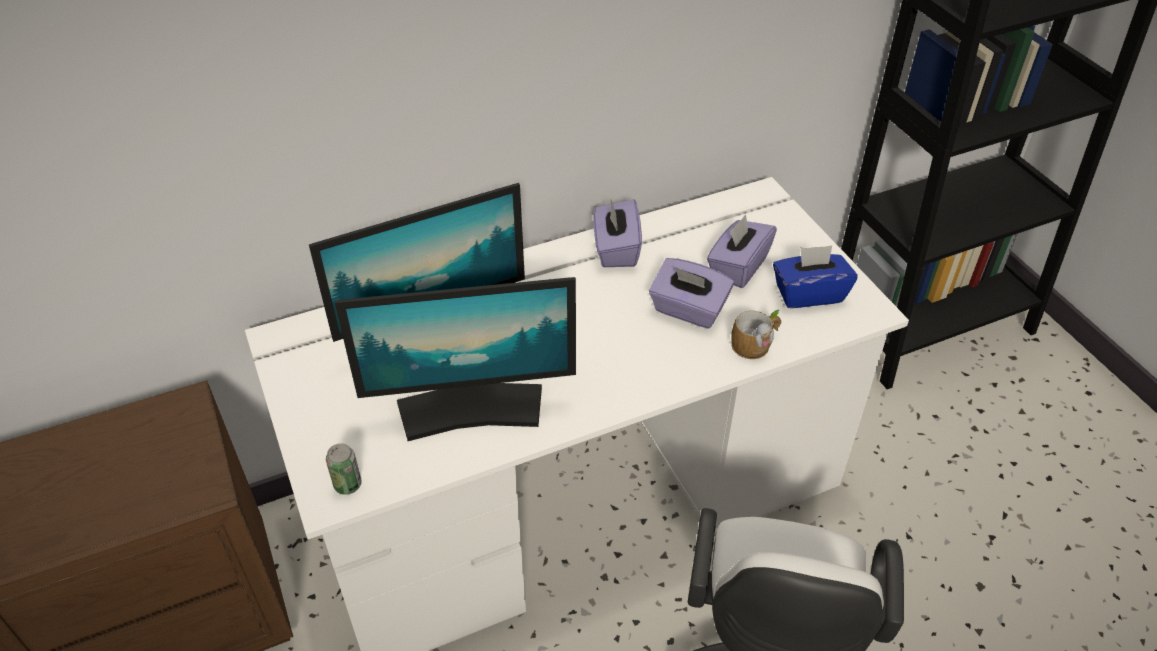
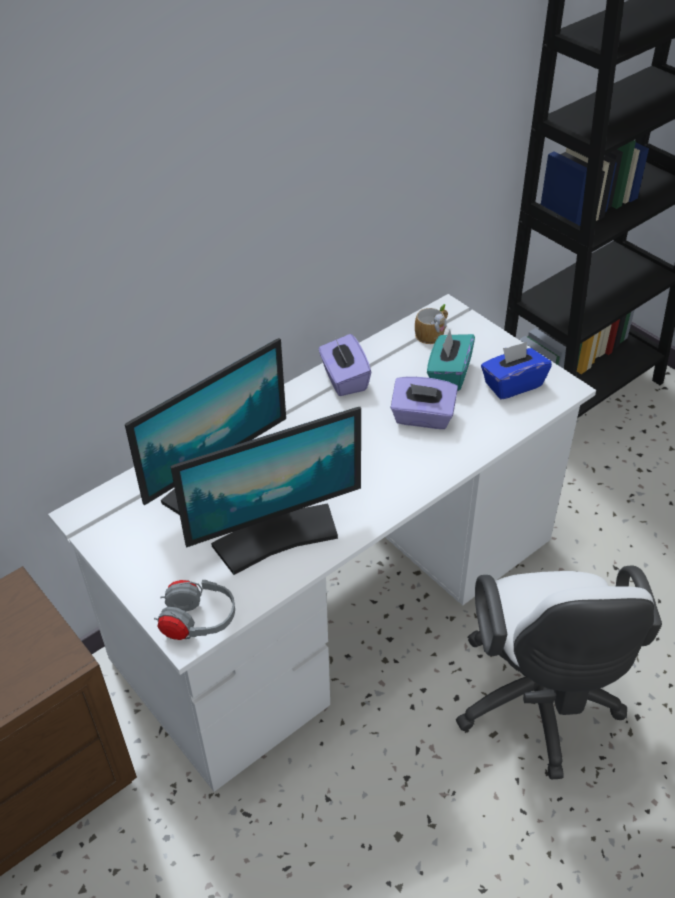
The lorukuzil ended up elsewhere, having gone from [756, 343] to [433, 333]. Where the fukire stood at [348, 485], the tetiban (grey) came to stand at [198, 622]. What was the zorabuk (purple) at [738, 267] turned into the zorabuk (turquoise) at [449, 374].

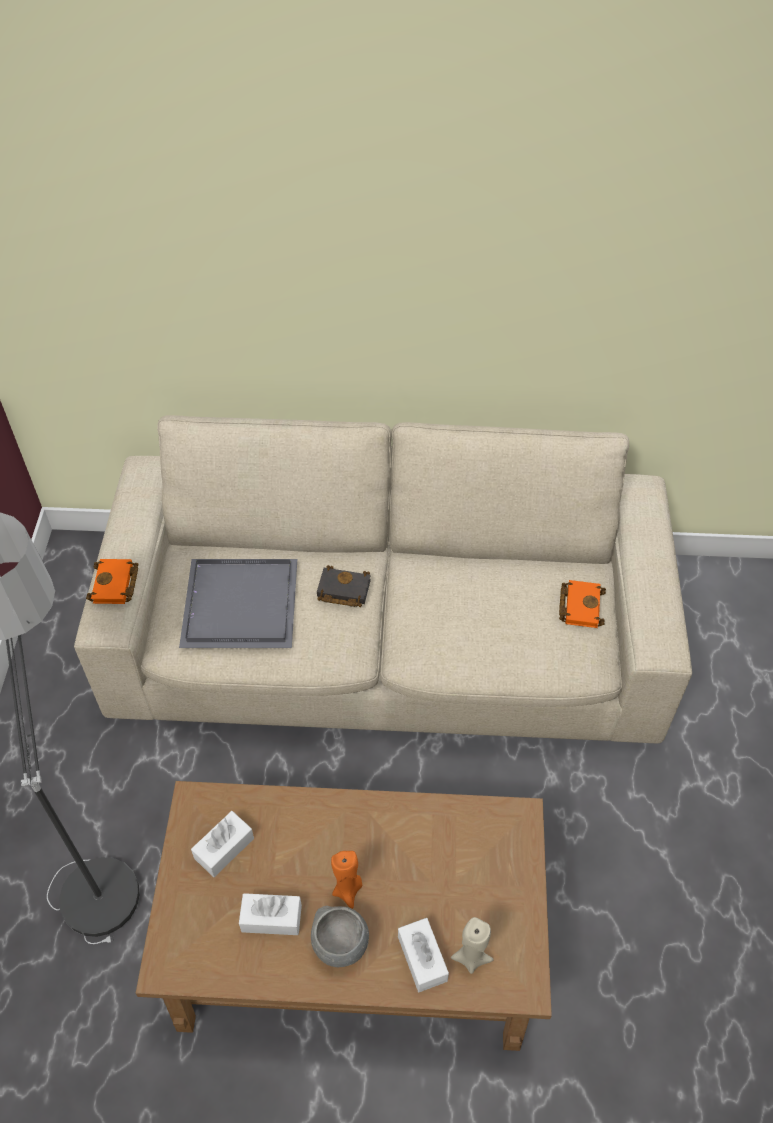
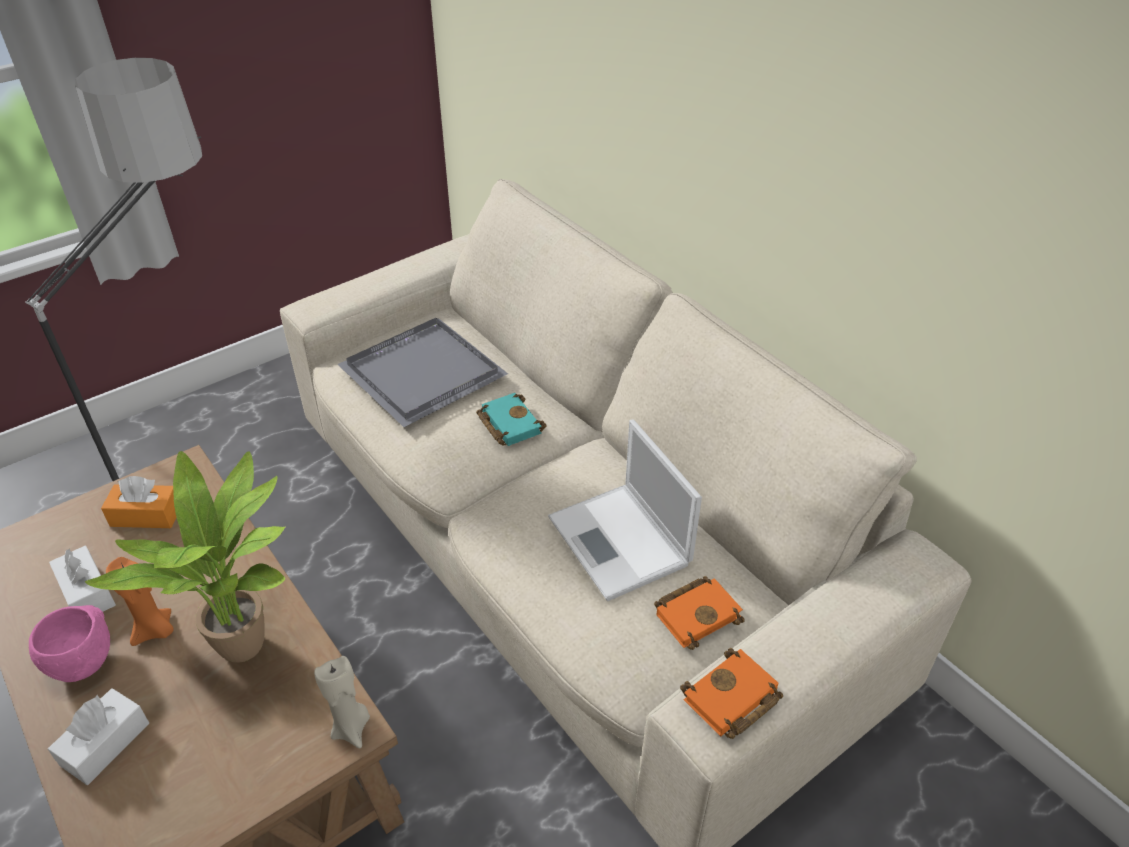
The second view gained the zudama at [250, 648]. The second view gained the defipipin at [621, 542]. The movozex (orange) ended up elsewhere, having gone from [115, 585] to [731, 700]. The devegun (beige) ended up elsewhere, having gone from [471, 957] to [351, 728]. What was the zorabuk (white) at [224, 848] turned into the zorabuk (orange) at [146, 515]. What was the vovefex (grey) at [340, 945] turned into the vovefex (pink) at [84, 663]. What was the movozex (black) at [342, 590] turned into the movozex (turquoise) at [508, 423].

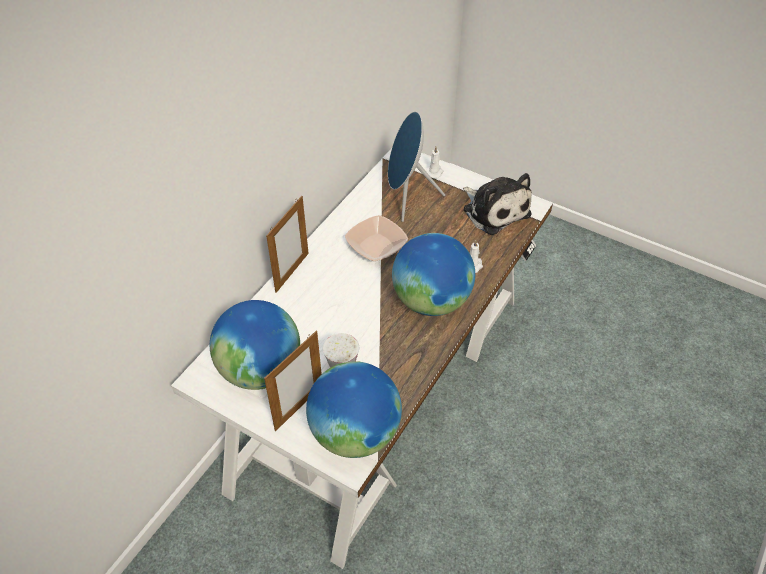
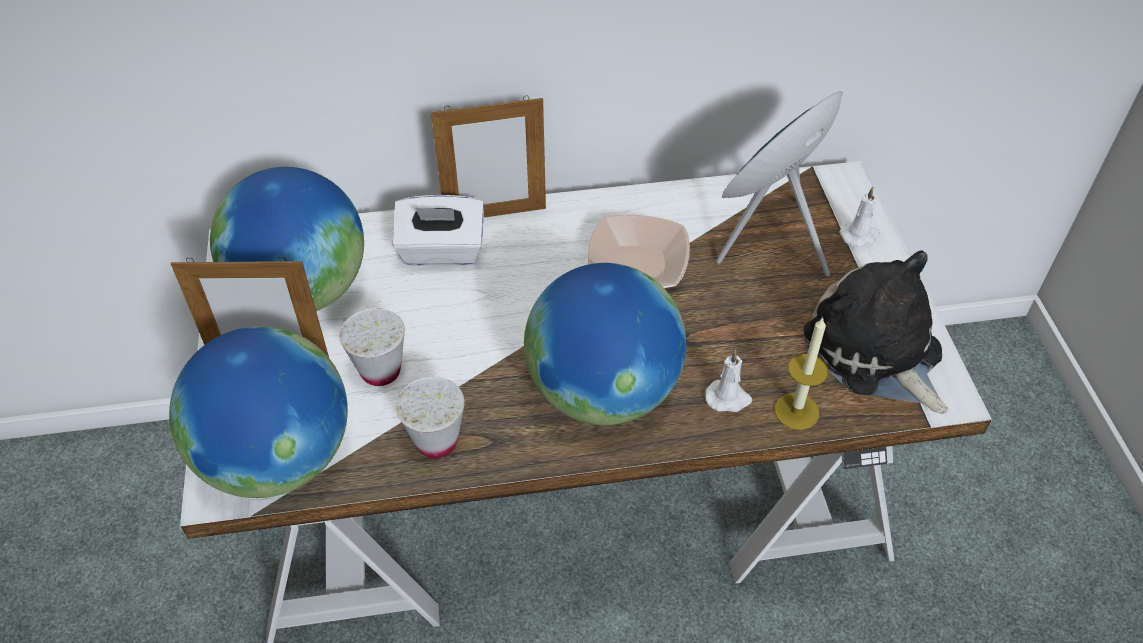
The second view gained the zorabuk (white) at [442, 251]. The second view gained the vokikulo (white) at [436, 441]. The second view gained the devegun at [796, 411]. The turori at [494, 210] ended up facing another way, 135 degrees clockwise from before.

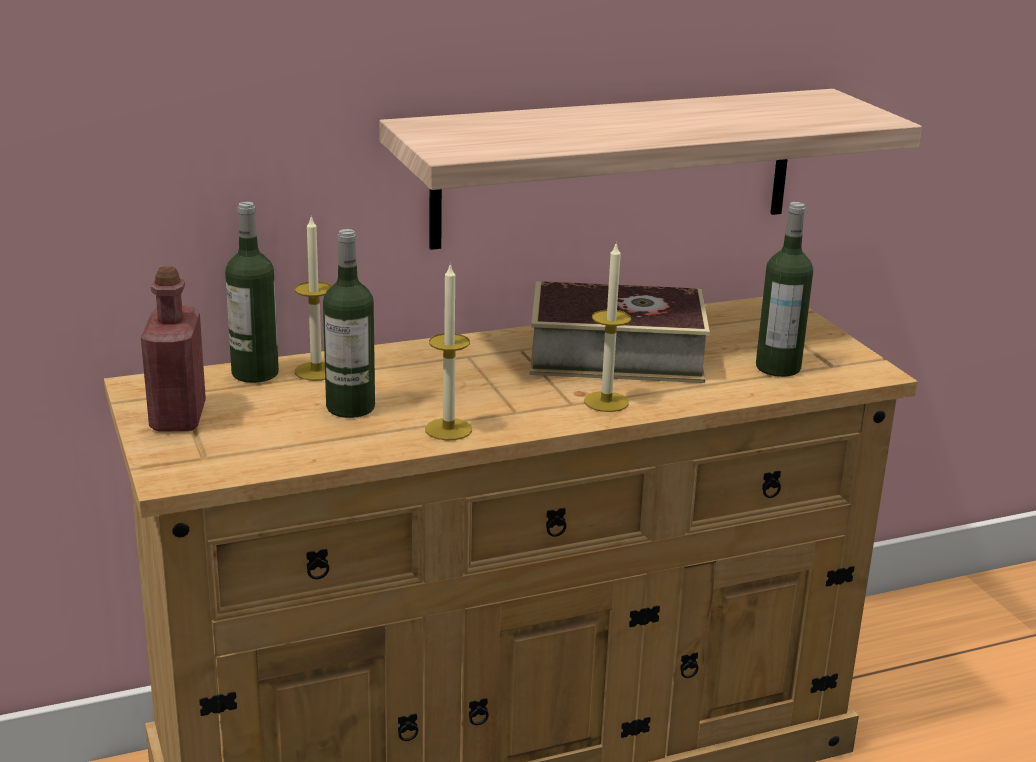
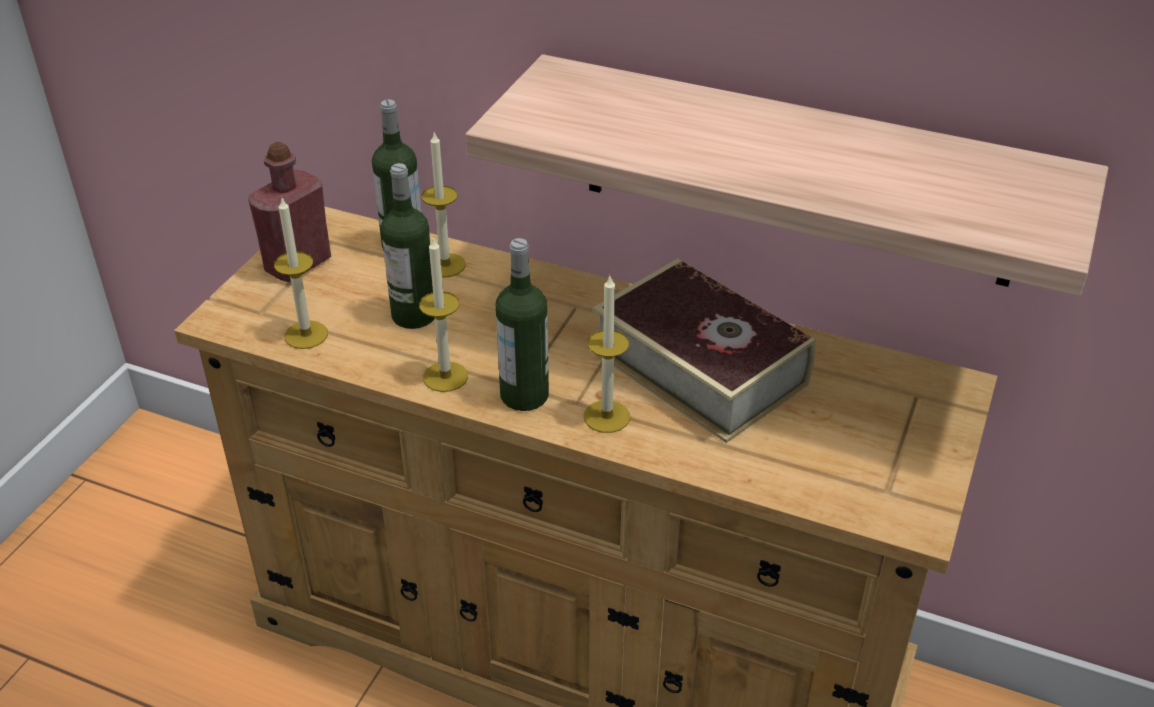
The second view gained the devegun at [306, 335]. The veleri ended up elsewhere, having gone from [778, 367] to [524, 395].

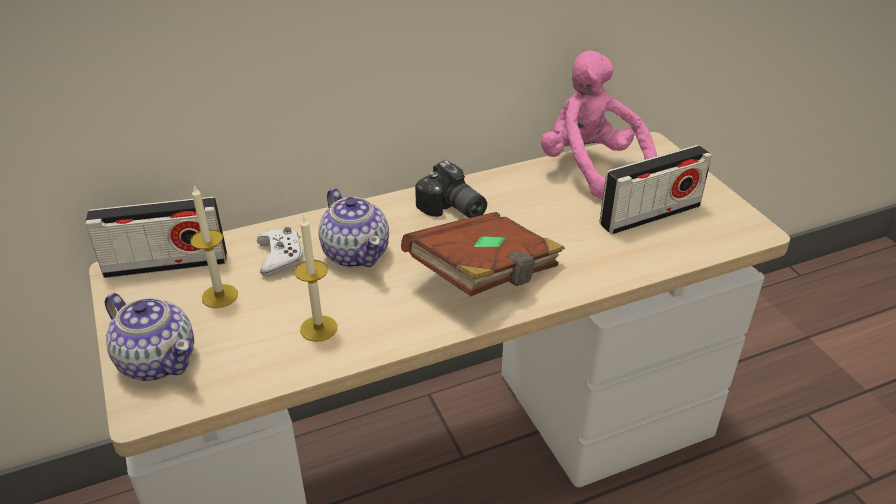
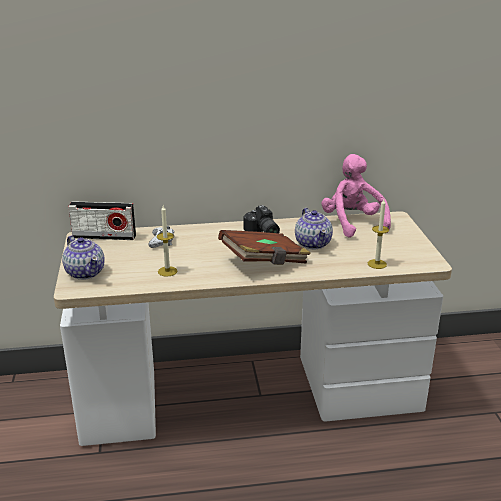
The second view lost the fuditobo at [650, 215]. The devegun ended up elsewhere, having gone from [219, 296] to [377, 264]. The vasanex ended up elsewhere, having gone from [356, 253] to [313, 243].

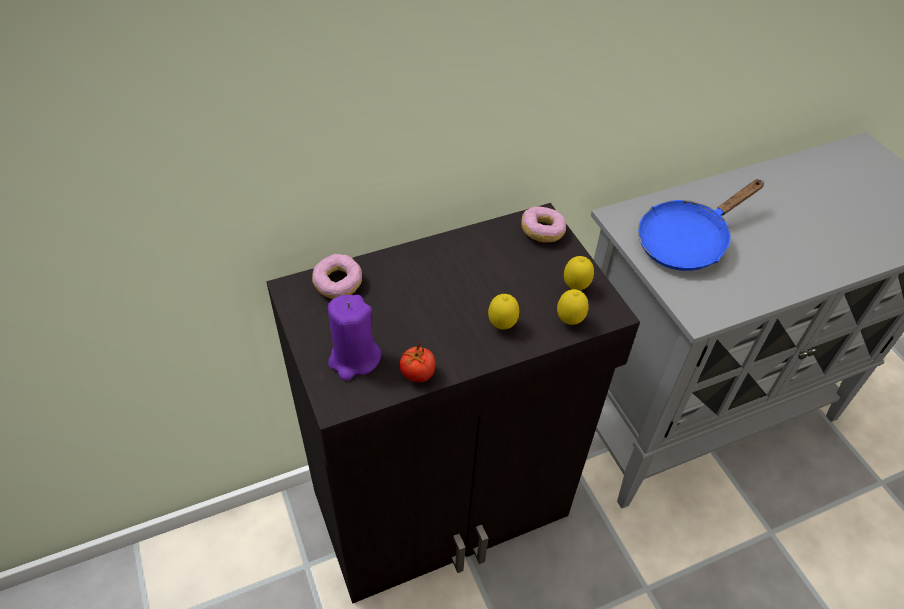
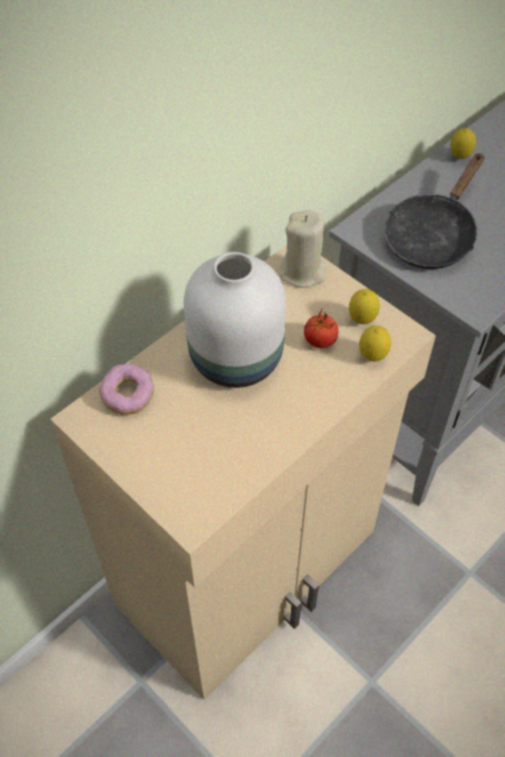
The second view lost the devegun (purple) at [354, 359]. The second view gained the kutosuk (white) at [238, 360]. The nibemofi ended up elsewhere, having gone from [417, 374] to [319, 341]. The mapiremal ended up elsewhere, having gone from [502, 326] to [459, 158]. Where the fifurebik stood at [542, 232], the devegun (beige) came to stand at [303, 272]. What was the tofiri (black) at [444, 506] turned into the tofiri (beige) at [251, 569]. What was the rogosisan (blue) at [687, 241] turned into the rogosisan (black) at [432, 235].

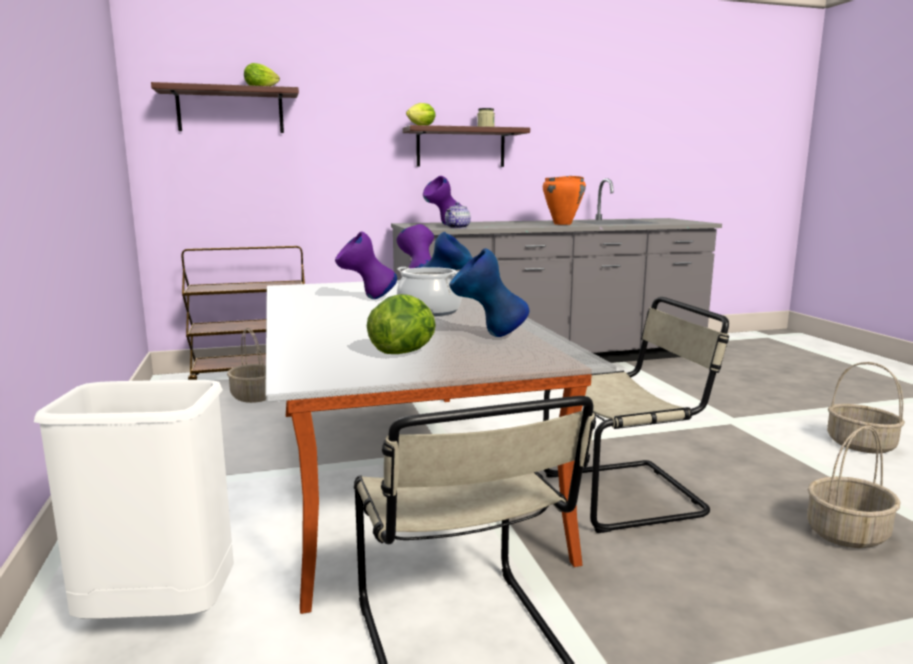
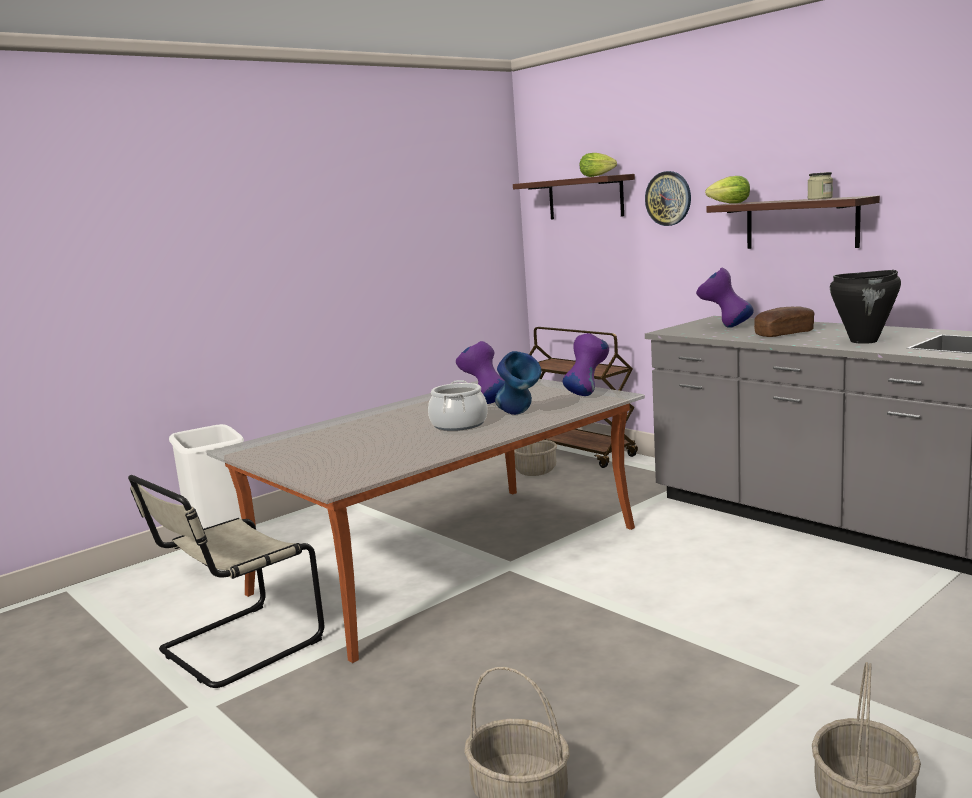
The second view lost the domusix at [404, 352]. The second view lost the vasanex at [458, 227]. The second view lost the kutosuk (blue) at [488, 336]. The second view lost the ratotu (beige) at [628, 494]. The second view gained the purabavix at [668, 198]. The second view gained the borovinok at [784, 333]. What was the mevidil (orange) at [563, 224] turned into the mevidil (black) at [864, 341].

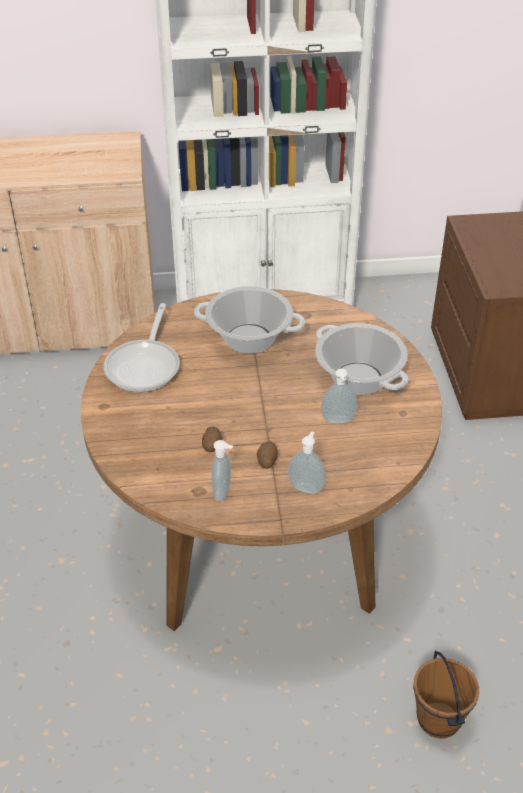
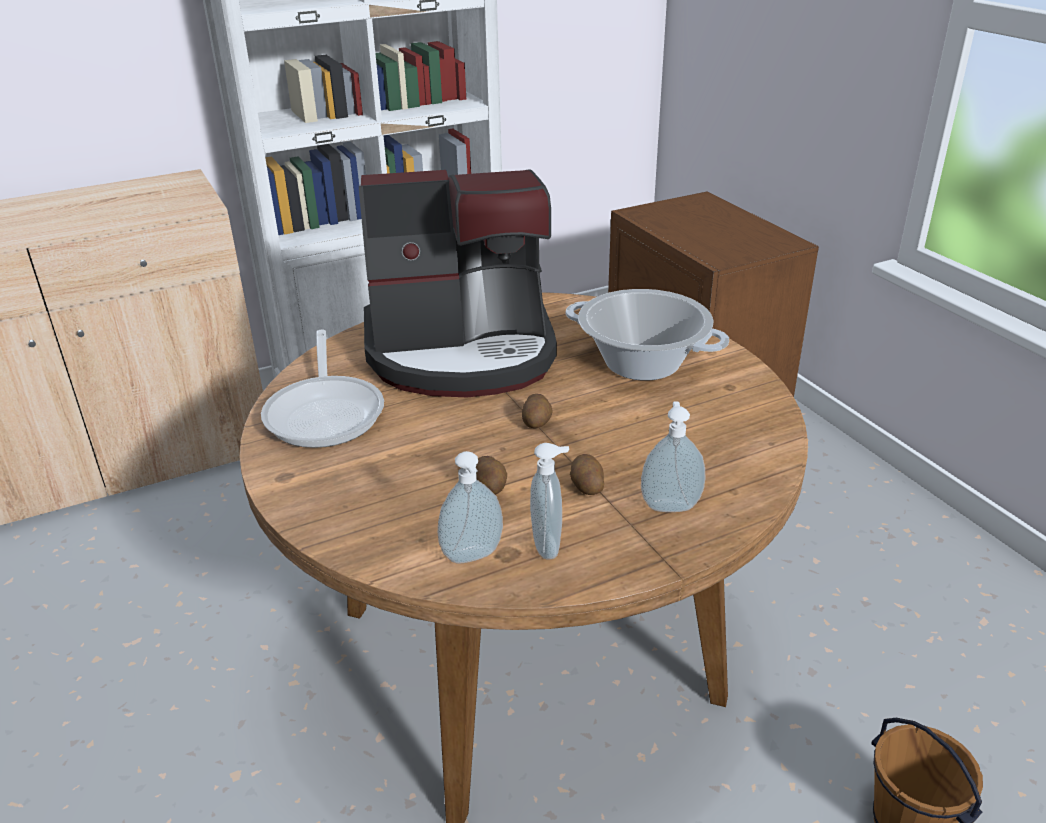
The second view gained the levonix at [537, 422]. The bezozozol ended up elsewhere, having gone from [338, 421] to [473, 557]. Where the mevidil stood at [249, 338], the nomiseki came to stand at [462, 351].

